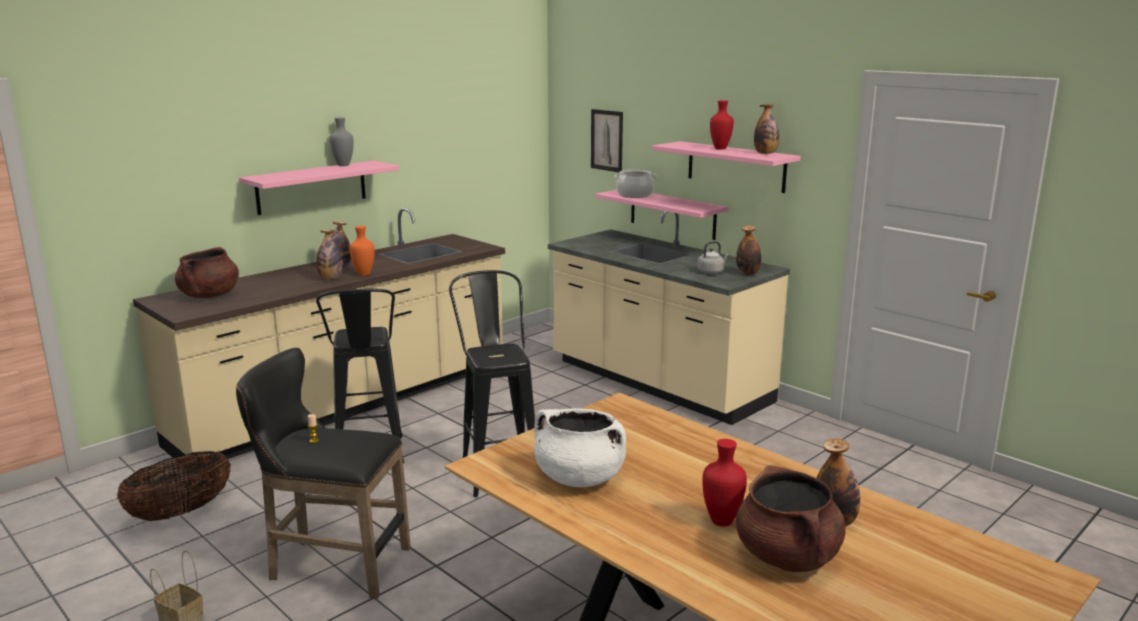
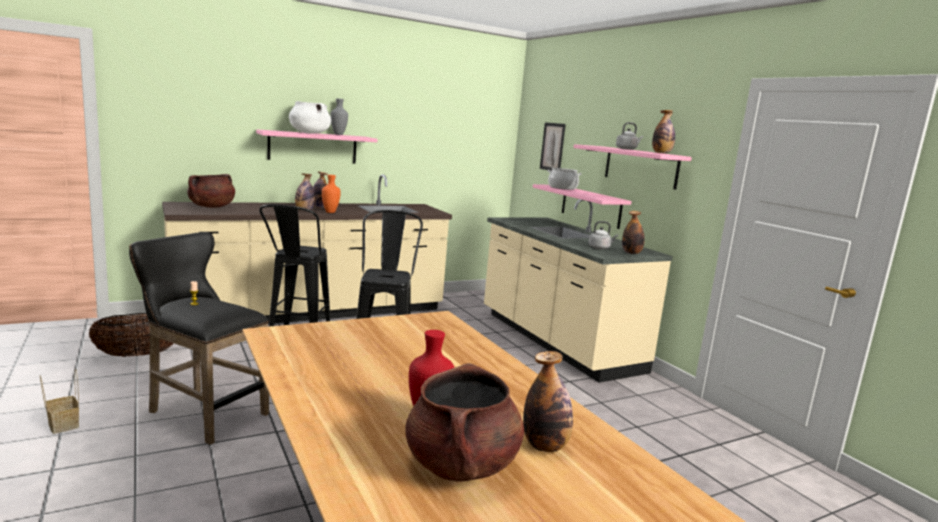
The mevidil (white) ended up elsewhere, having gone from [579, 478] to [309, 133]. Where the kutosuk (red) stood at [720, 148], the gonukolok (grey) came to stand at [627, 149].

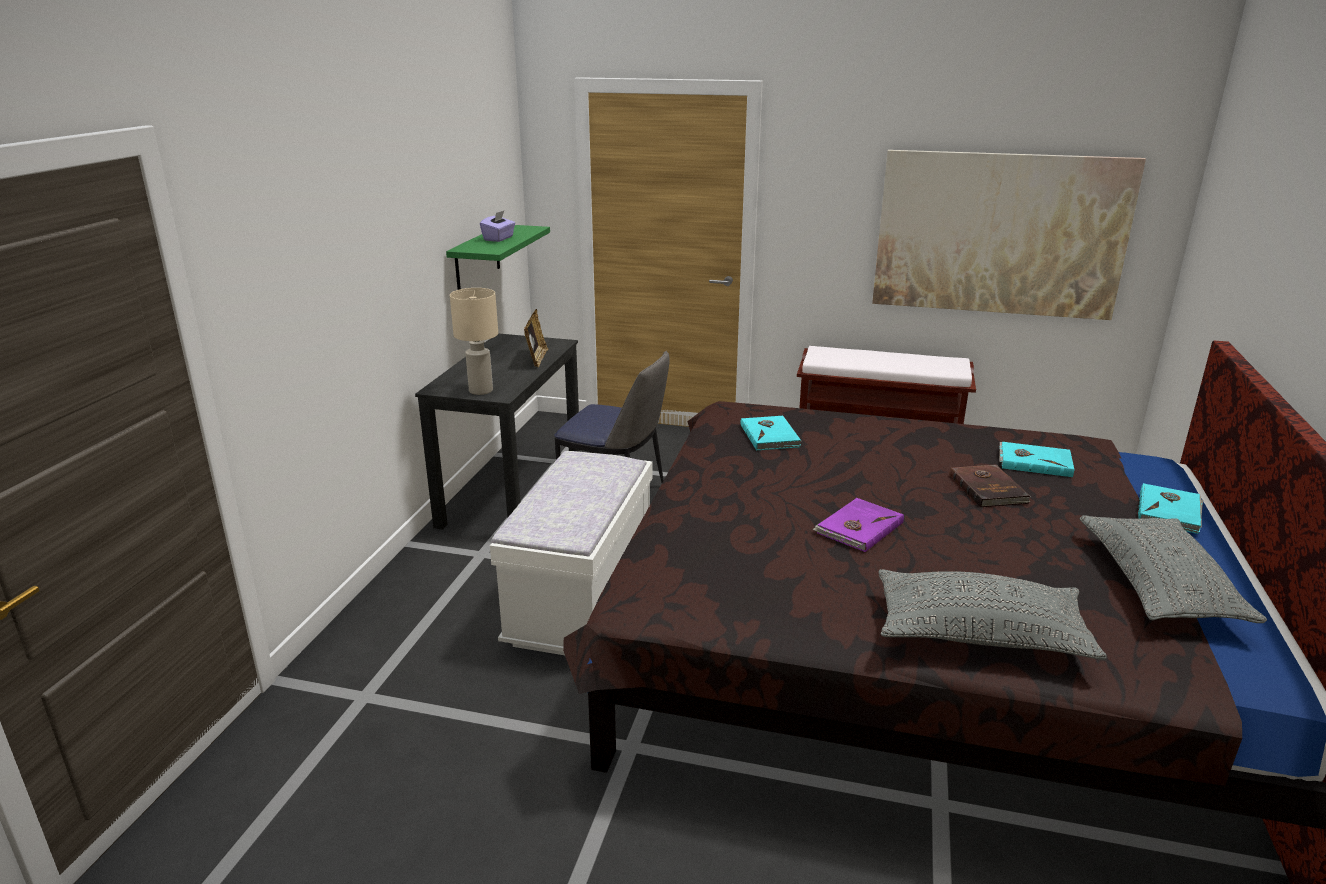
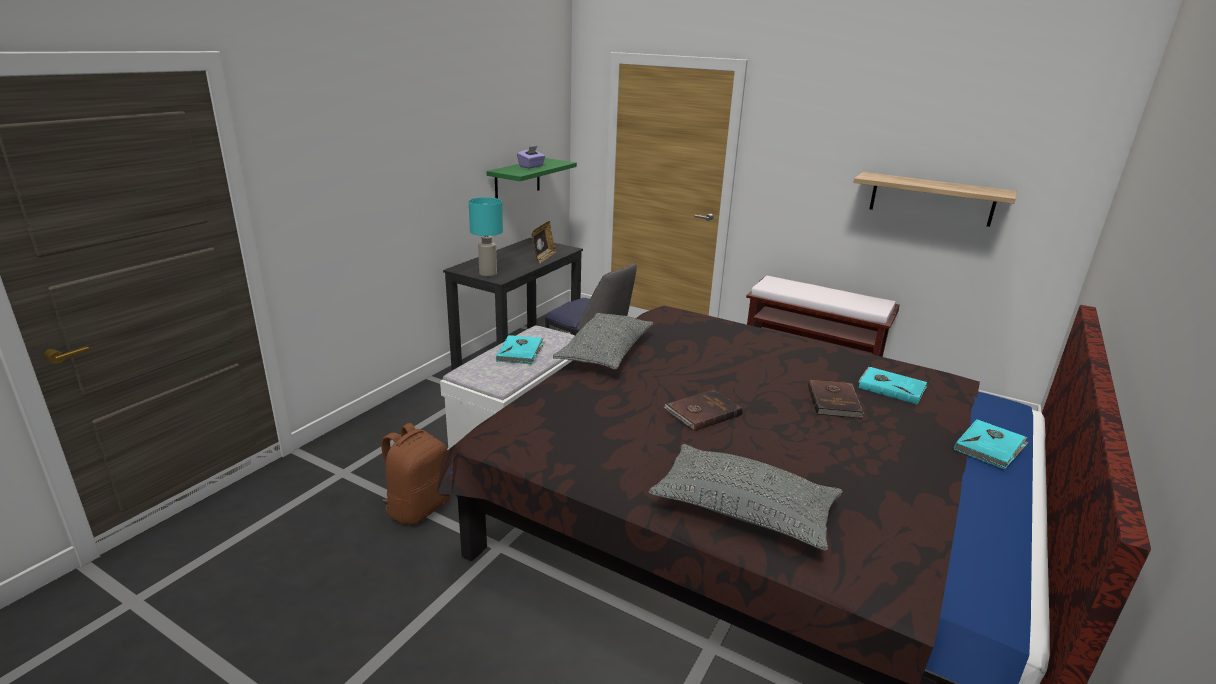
The second view gained the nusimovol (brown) at [418, 507]. The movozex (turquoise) ended up elsewhere, having gone from [770, 435] to [521, 352]. The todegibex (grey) ended up elsewhere, having gone from [1158, 586] to [605, 353]. Where the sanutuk hung at [999, 234], the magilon came to hang at [931, 199]. What was the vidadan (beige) at [481, 390] turned into the vidadan (turquoise) at [488, 273]. What was the movozex (purple) at [858, 528] turned into the movozex (brown) at [702, 412].

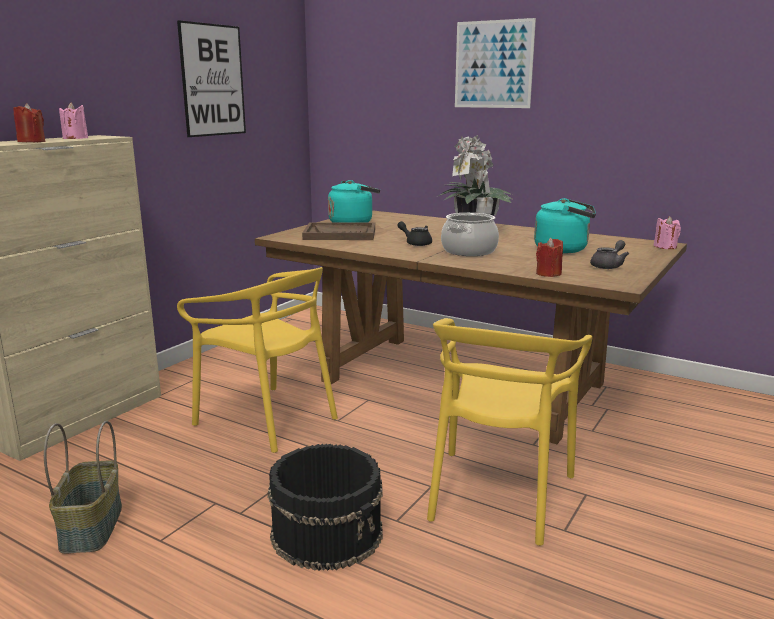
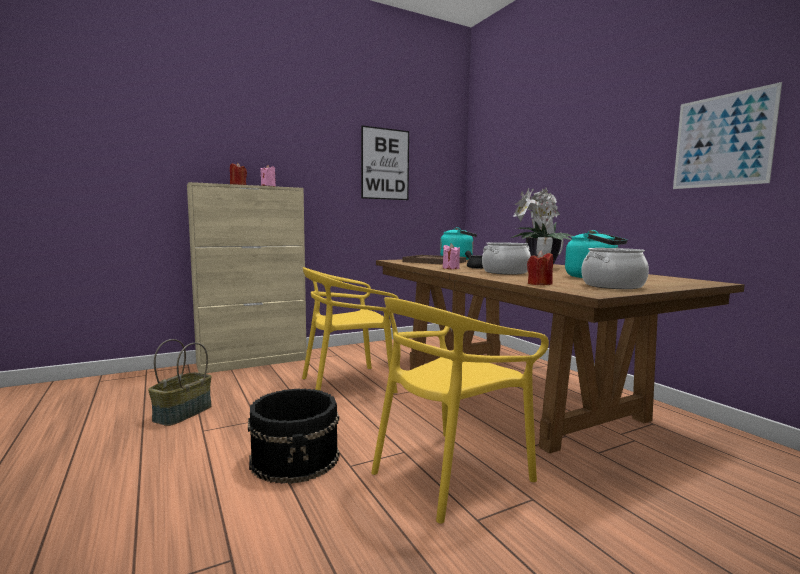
The sanutuk ended up elsewhere, having gone from [493, 64] to [722, 141]. The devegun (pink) ended up elsewhere, having gone from [665, 247] to [451, 268]. Where the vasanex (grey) stood at [609, 266], the mevidil came to stand at [612, 286]. The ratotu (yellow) at [267, 419] ended up facing another way, 90 degrees clockwise from before.

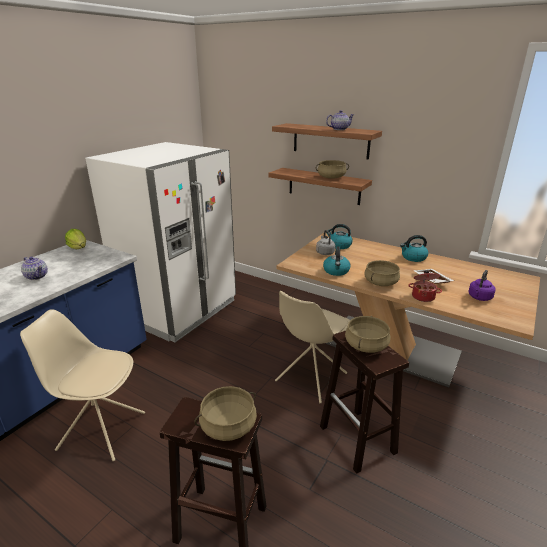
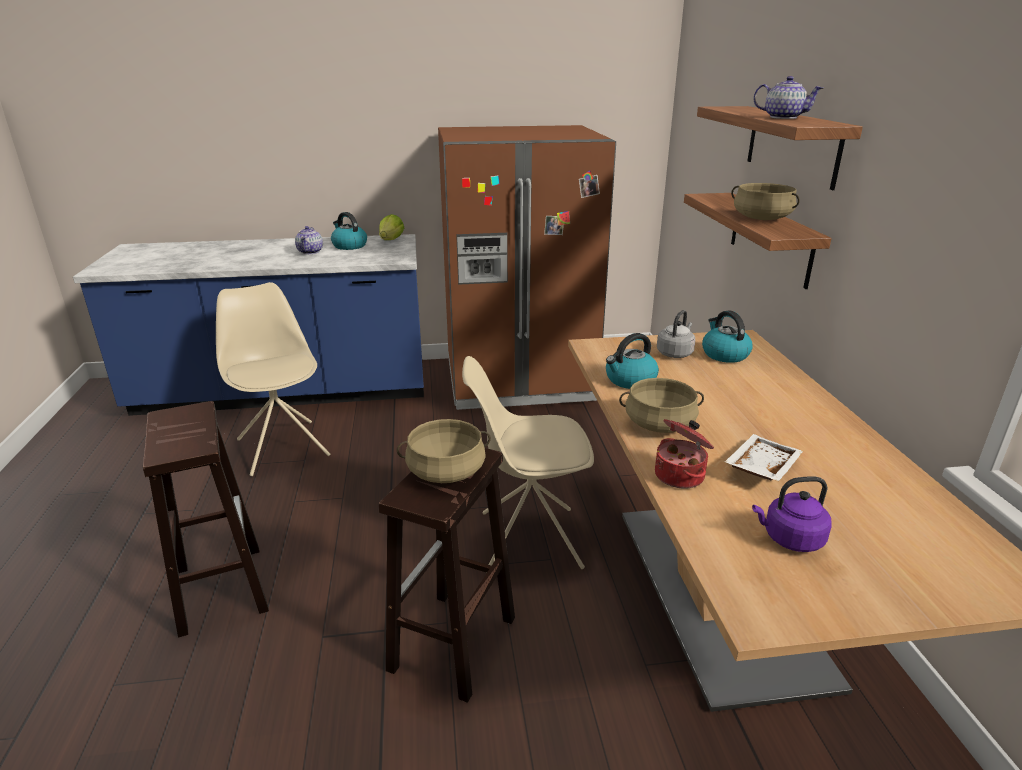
The second view lost the mevidil (beige) at [228, 425]. The gonukolok ended up elsewhere, having gone from [413, 257] to [349, 246]. What was the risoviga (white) at [179, 310] turned into the risoviga (brown) at [519, 381].

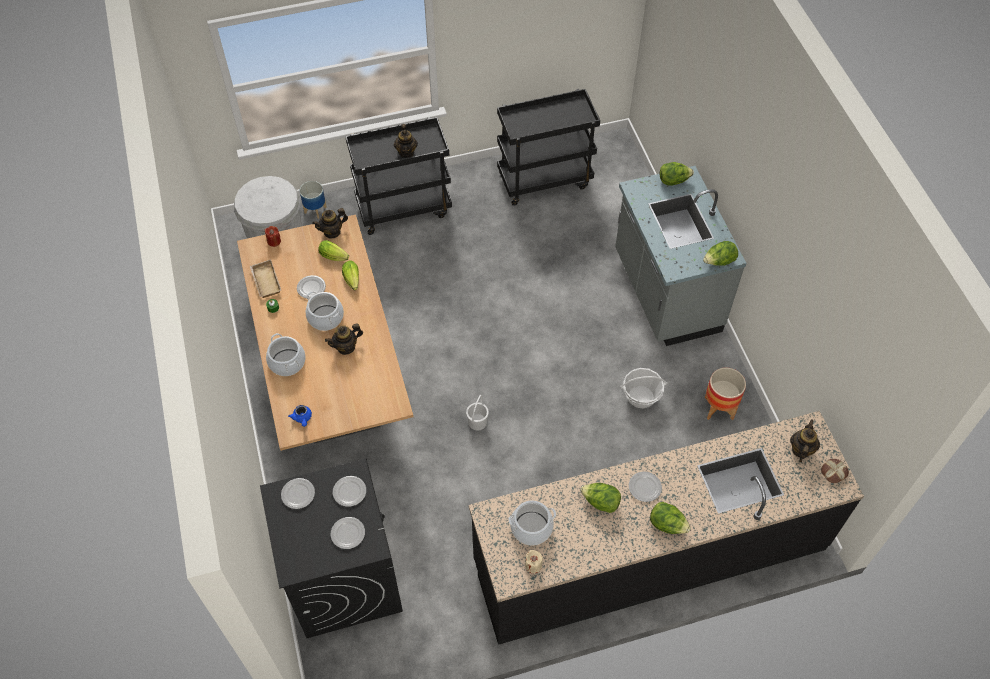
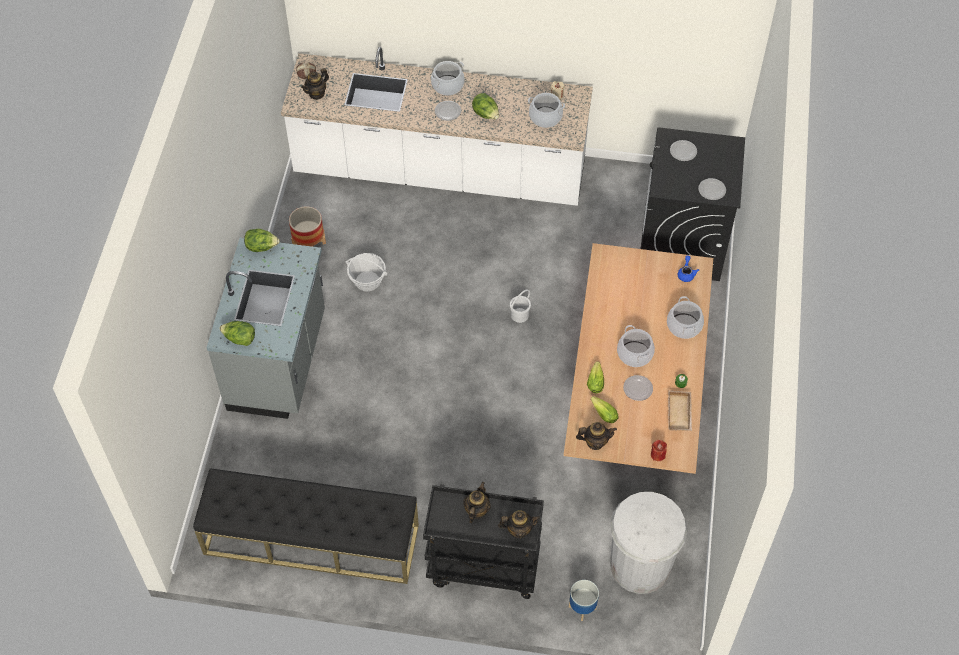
The second view lost the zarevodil at [349, 492]. The vasanex ended up elsewhere, having gone from [346, 347] to [518, 530]. Where the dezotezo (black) stood at [545, 179], the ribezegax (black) came to stand at [311, 540]. Where the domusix stood at [667, 524], the mevidil came to stand at [448, 85]. What was the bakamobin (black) at [649, 554] turned into the bakamobin (white) at [440, 171].

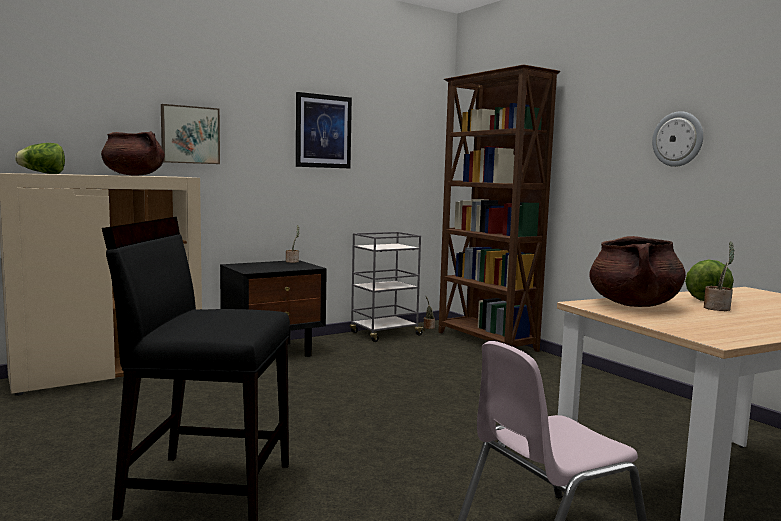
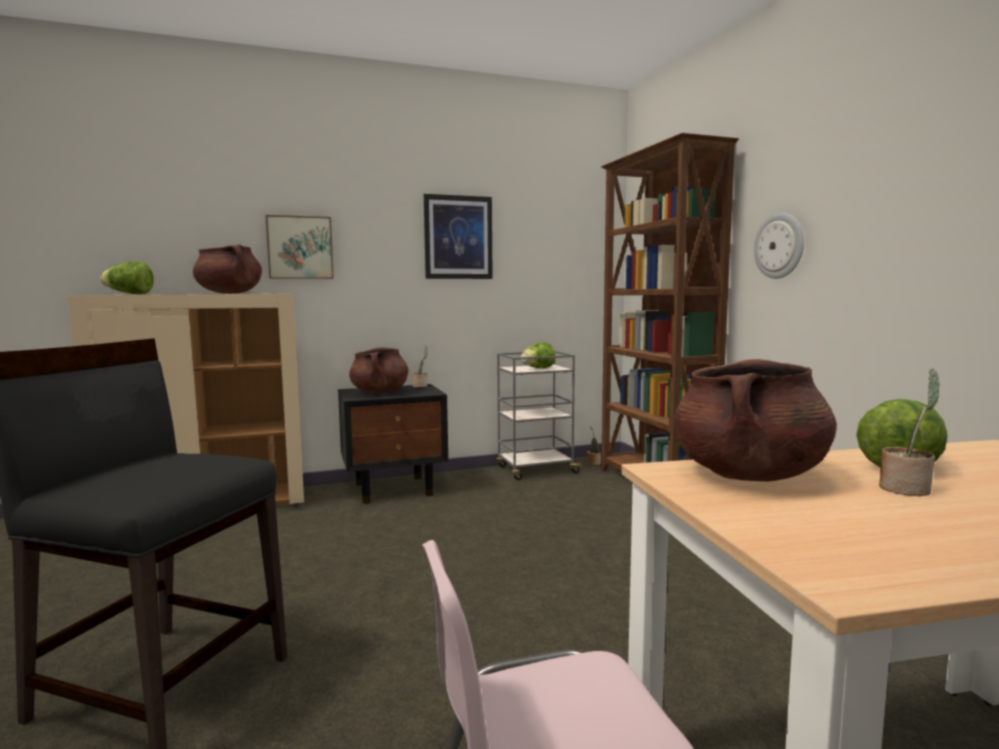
The second view gained the mevidil (brown) at [380, 392]. The second view gained the domusix at [537, 368]. The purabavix ended up elsewhere, having gone from [678, 139] to [779, 246].

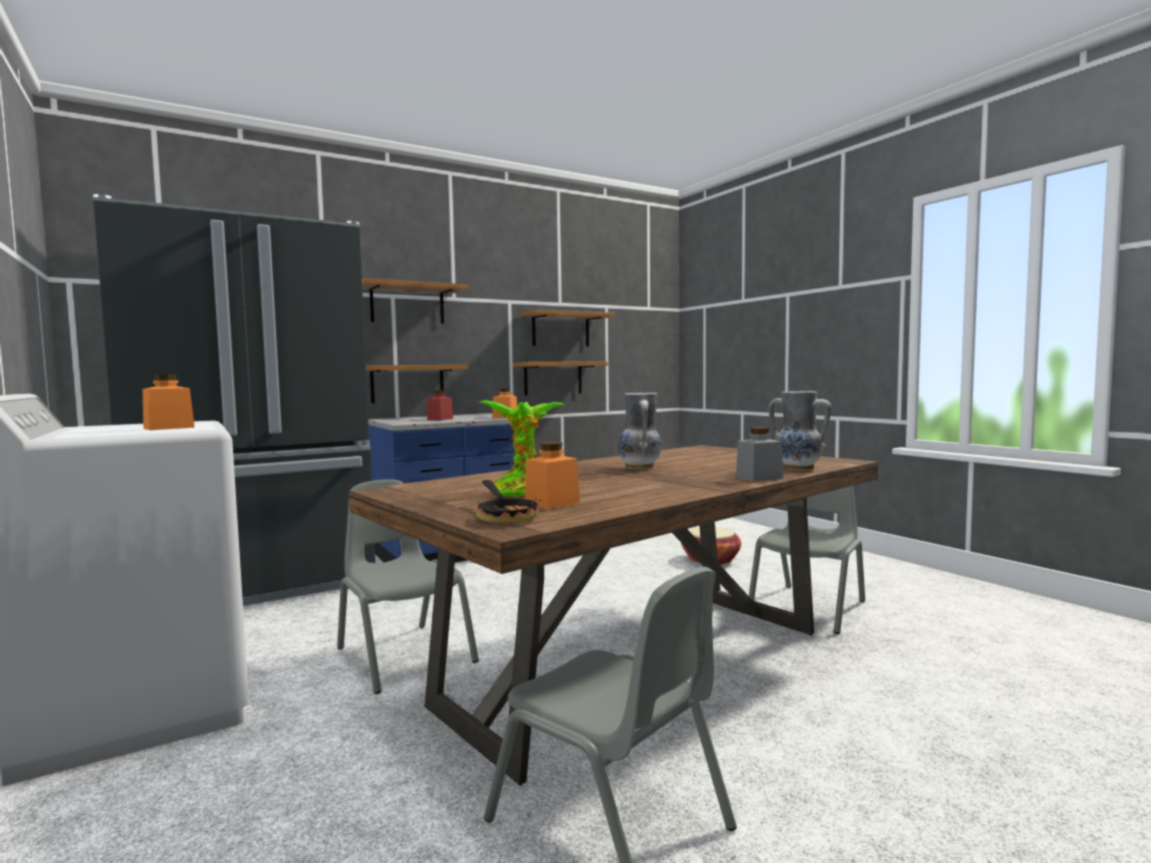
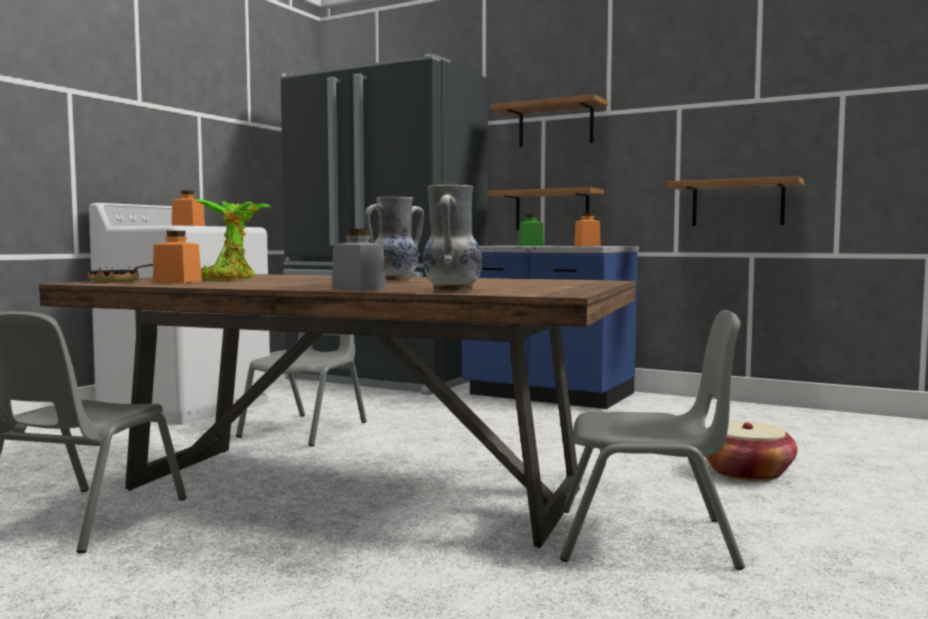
The second view lost the magilon at [561, 330]. What was the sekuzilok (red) at [440, 419] turned into the sekuzilok (green) at [530, 245].

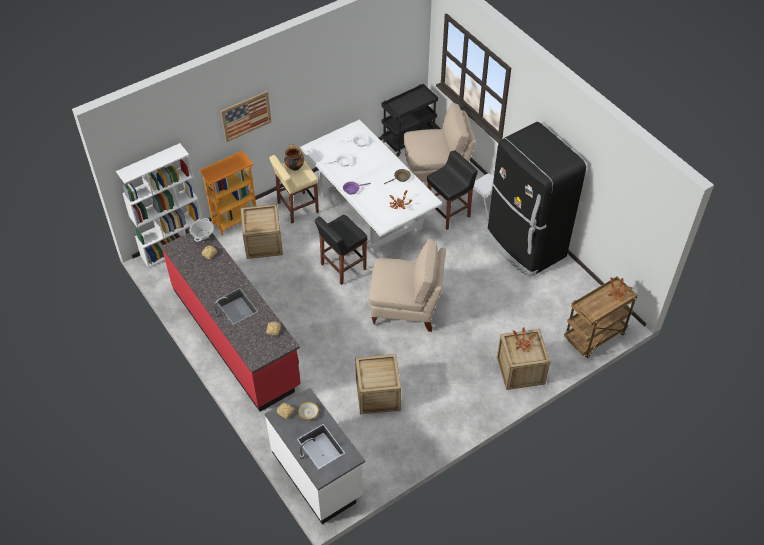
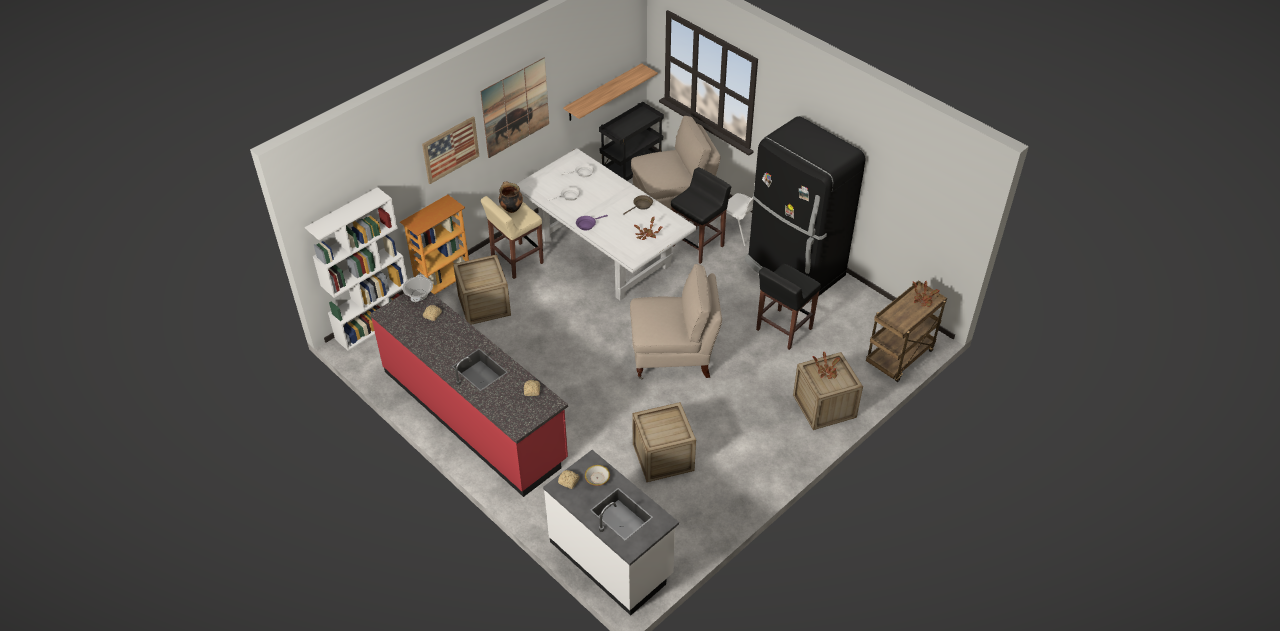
The second view gained the sanutuk at [515, 107]. The second view gained the magilon at [603, 93]. The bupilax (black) ended up elsewhere, having gone from [342, 267] to [783, 329].

